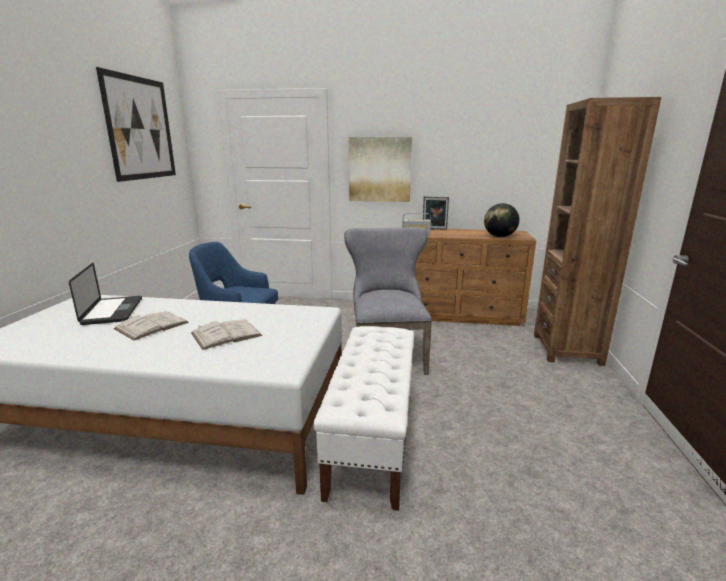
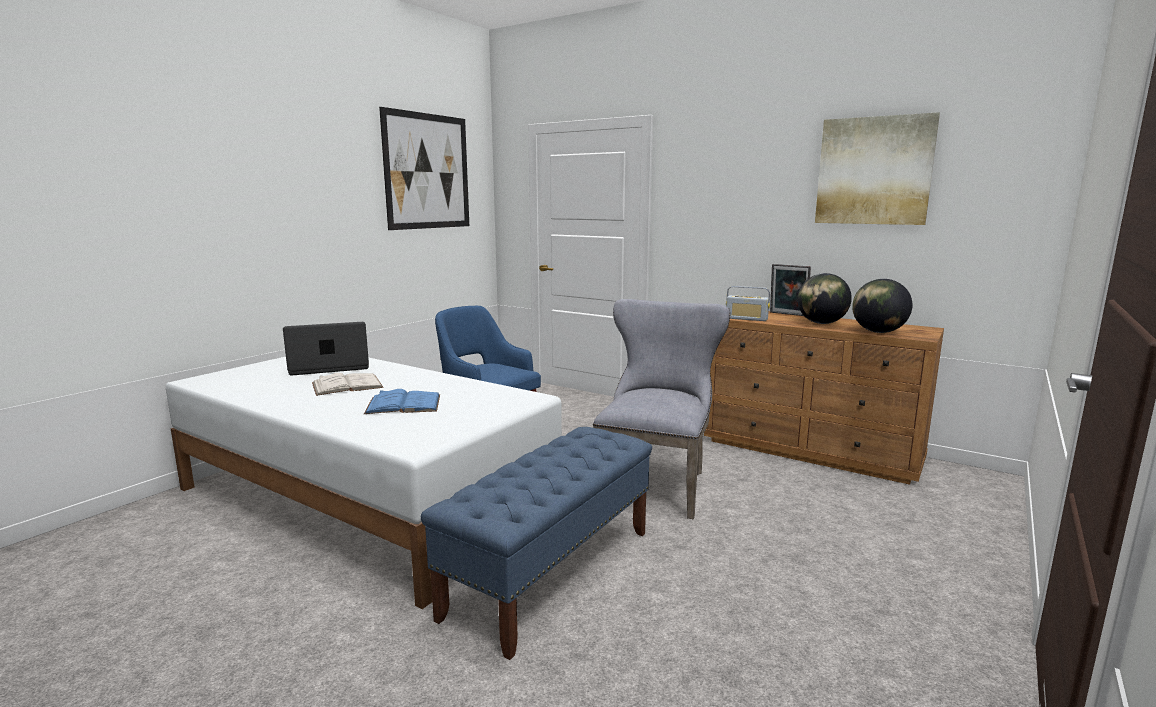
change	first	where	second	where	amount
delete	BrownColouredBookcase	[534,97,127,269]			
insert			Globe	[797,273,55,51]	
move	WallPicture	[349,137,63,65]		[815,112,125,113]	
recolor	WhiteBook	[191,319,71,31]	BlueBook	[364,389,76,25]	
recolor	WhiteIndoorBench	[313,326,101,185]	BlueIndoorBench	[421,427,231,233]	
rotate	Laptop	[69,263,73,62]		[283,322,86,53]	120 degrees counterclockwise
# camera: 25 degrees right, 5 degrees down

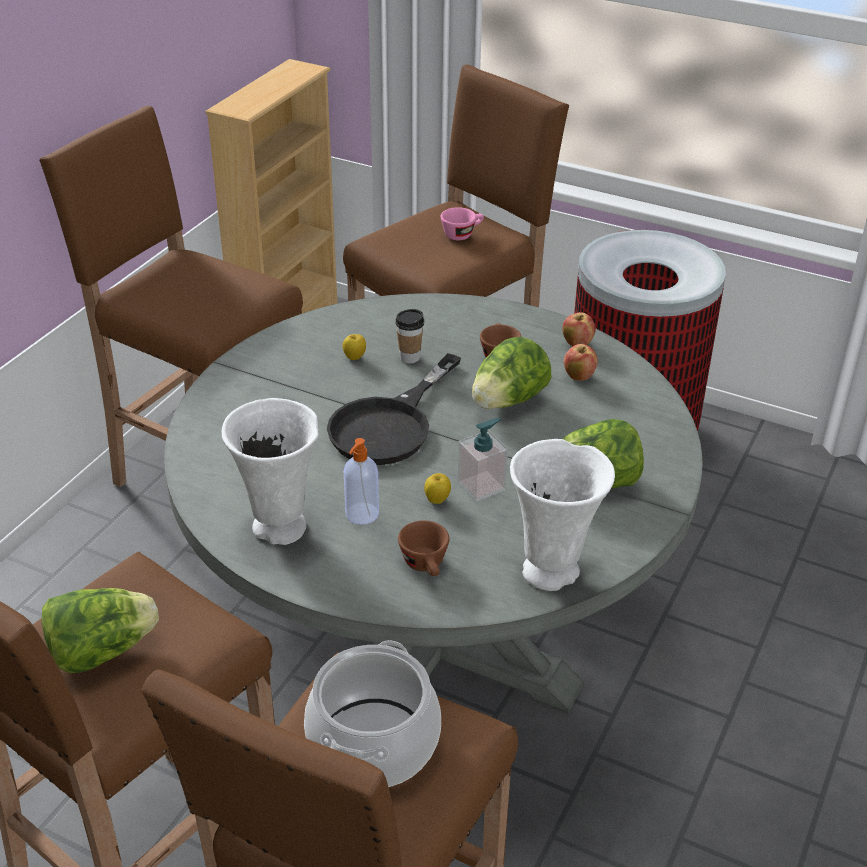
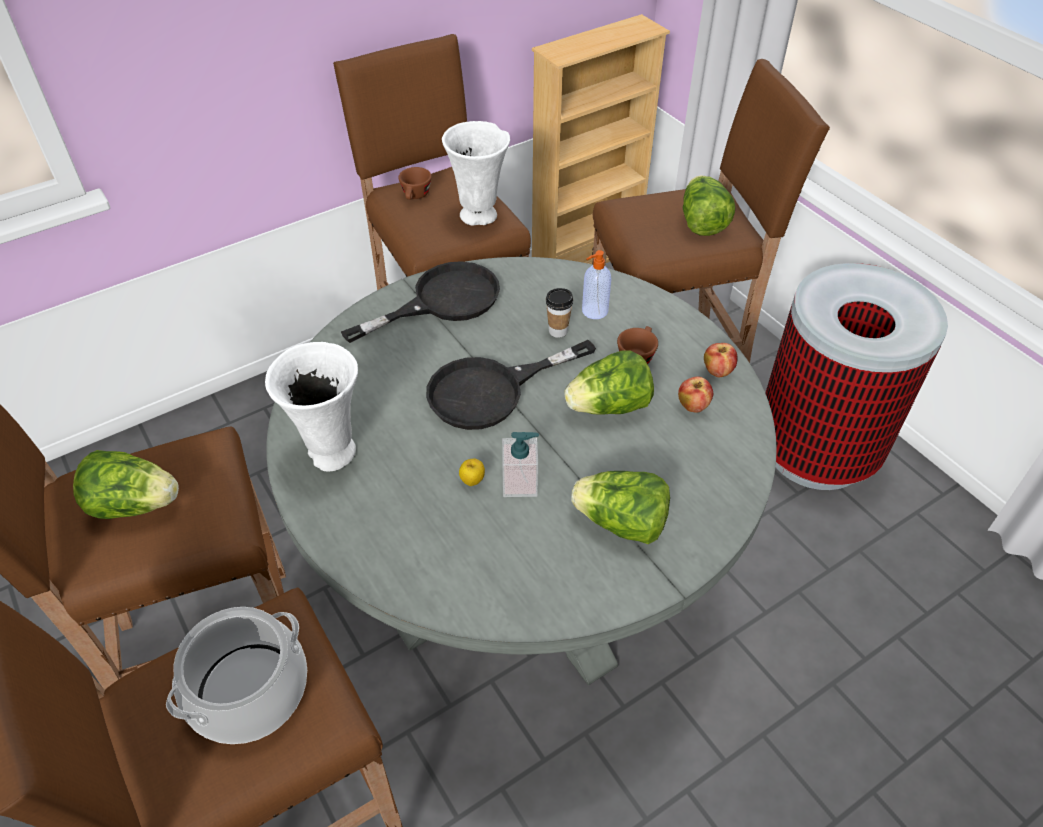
change	first	where	second	where	amount
delete	AppleFruit	[343,334,23,26]			
insert			BlackSkillet	[341,261,159,82]	
move	SoapBottle	[344,438,35,86]		[582,250,29,69]	
move	BrownColouredCup	[398,520,51,56]		[398,167,34,33]	
move	WhiteDecorativeVase	[510,439,105,152]		[442,121,68,104]	
replace	PinkishCup	[441,207,43,33]	HeadOfLettuce	[683,175,52,61]	
# camera: 30 degrees right, 10 degrees up

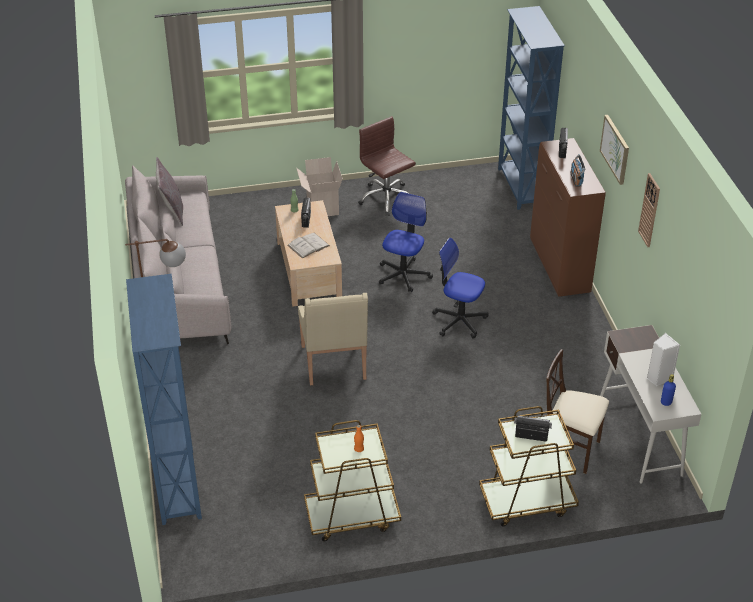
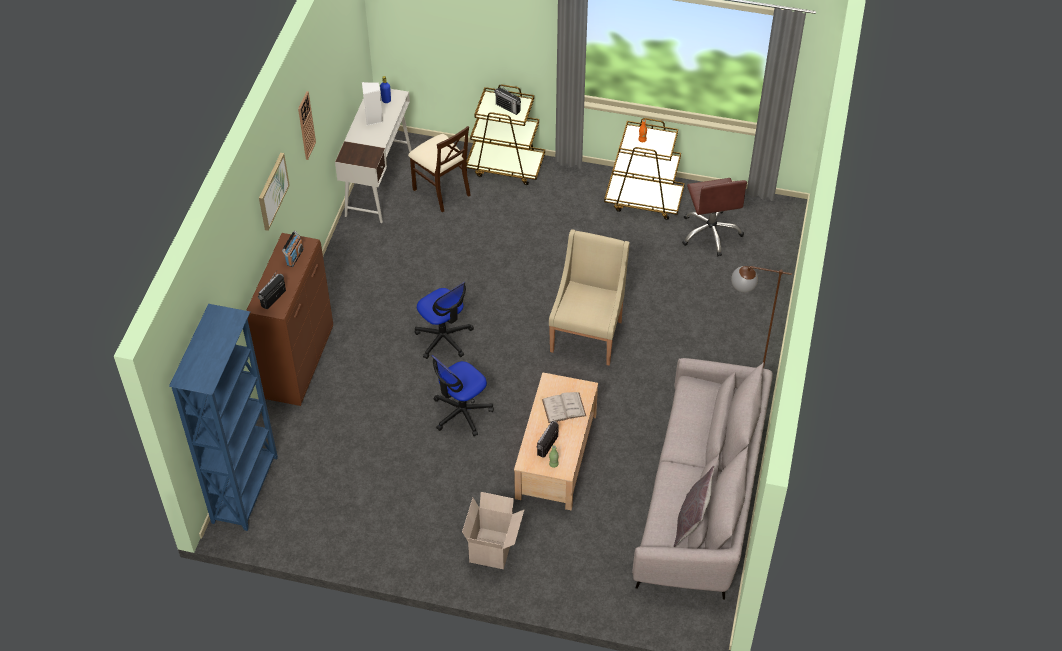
change	first	where	second	where	amount
delete	BlueBookcase	[126,274,76,251]			
move	BrownColouredDeskChair	[358,116,58,100]		[682,178,65,78]	
# camera: 155 degrees left, 10 degrees up

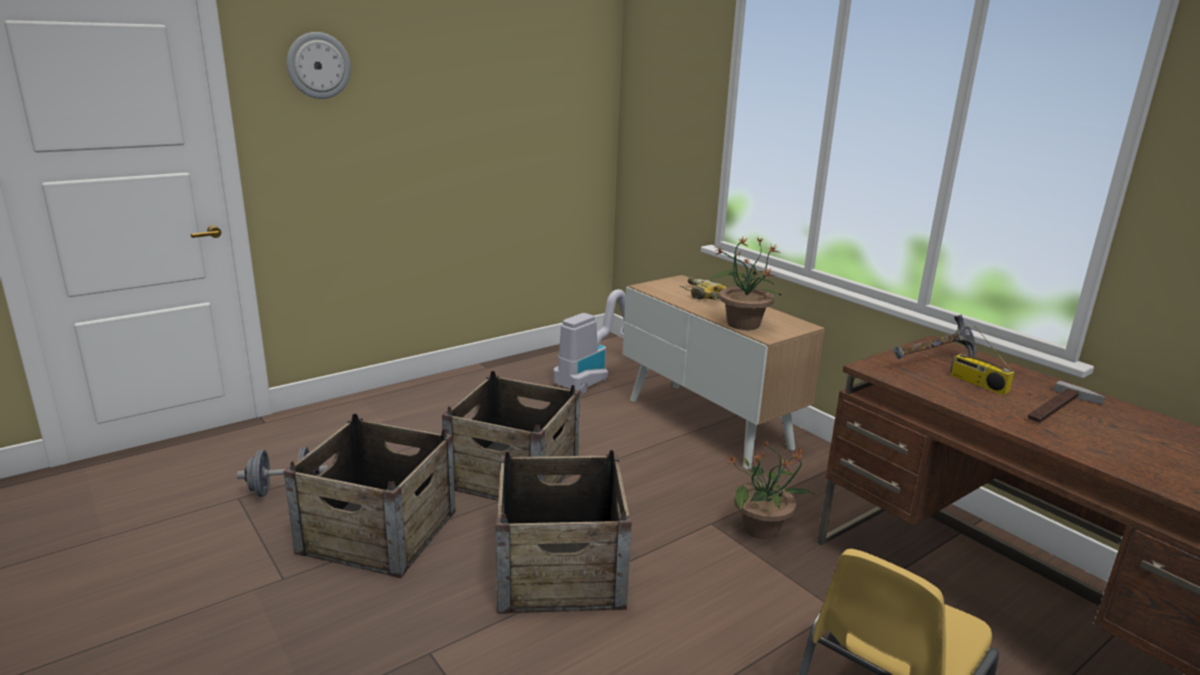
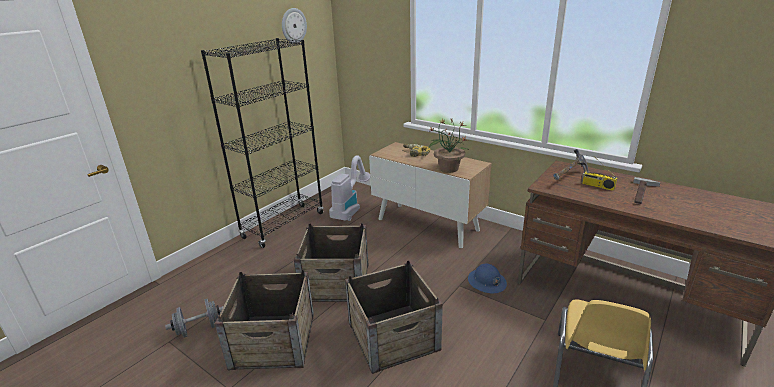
change	first	where	second	where	amount
insert			BlackBookcase	[201,38,123,210]	
move	ClockOnTheWall	[287,32,64,67]		[282,8,25,35]	
replace	PottedPlant	[727,442,89,98]	BlueHardHat	[468,263,39,30]	
# camera: 15 degrees left, 5 degrees up

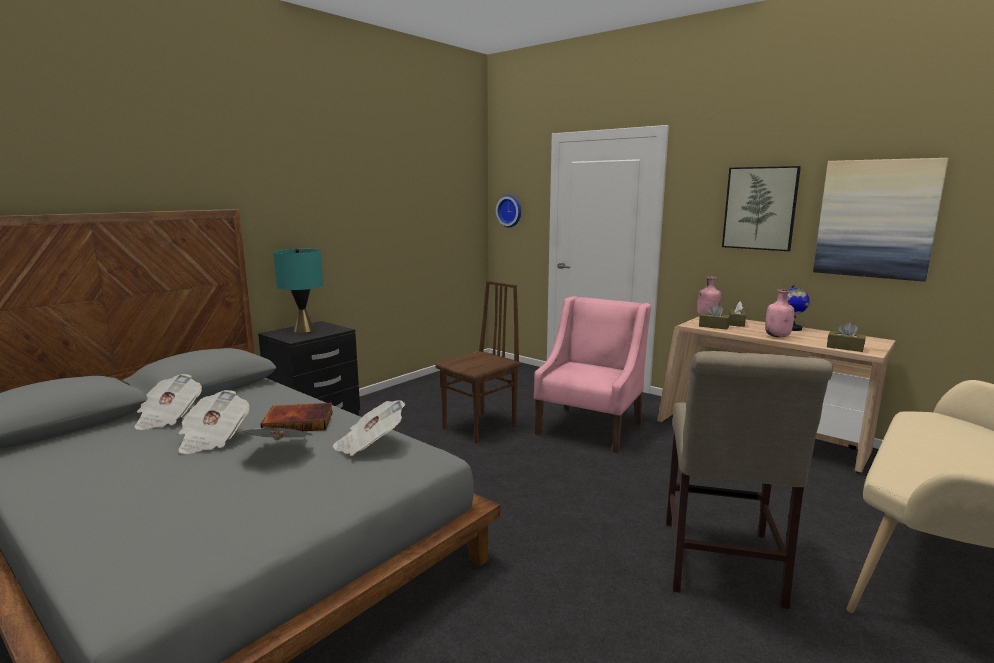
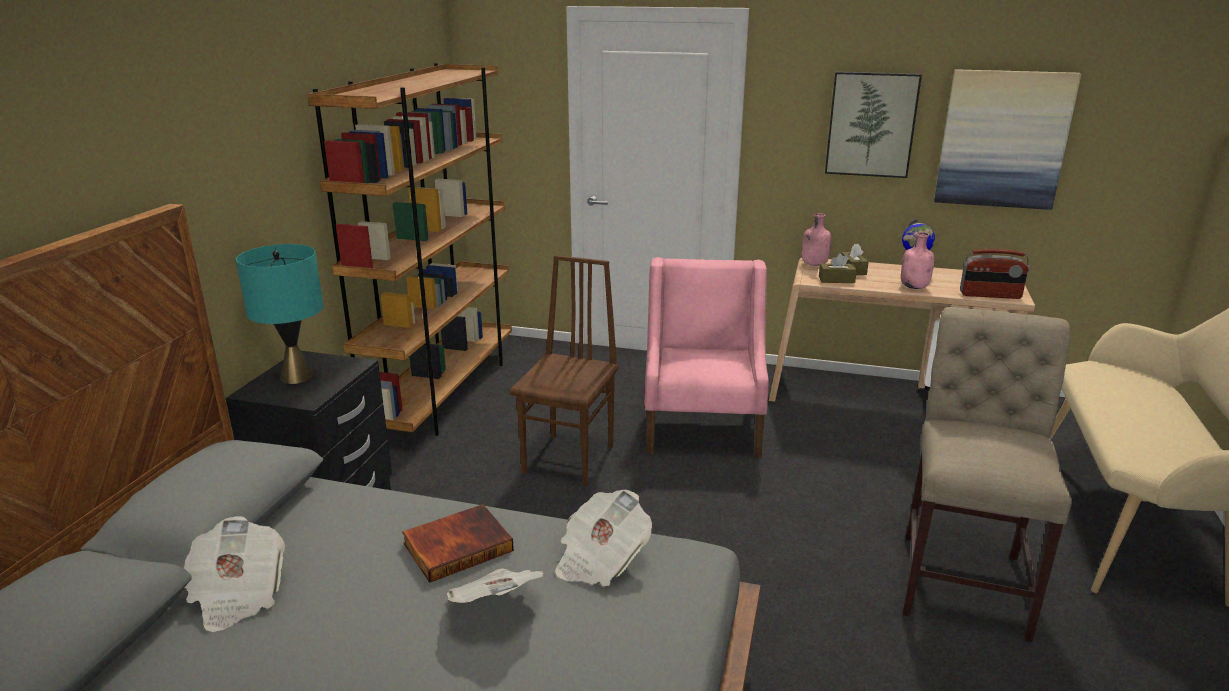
change	first	where	second	where	amount
delete	DailyPaper	[178,390,72,64]			
delete	ClockOnTheWall	[496,195,25,33]			
insert			BrownColouredBookcase	[307,63,205,373]	
replace	BrownColouredBoxOfTissues	[827,322,39,30]	RadioSet	[960,249,70,50]	
rotate	BeigeColouredPlainChair	[666,351,167,258]		[903,307,169,335]	150 degrees counterclockwise
# camera: 25 degrees left, 10 degrees up

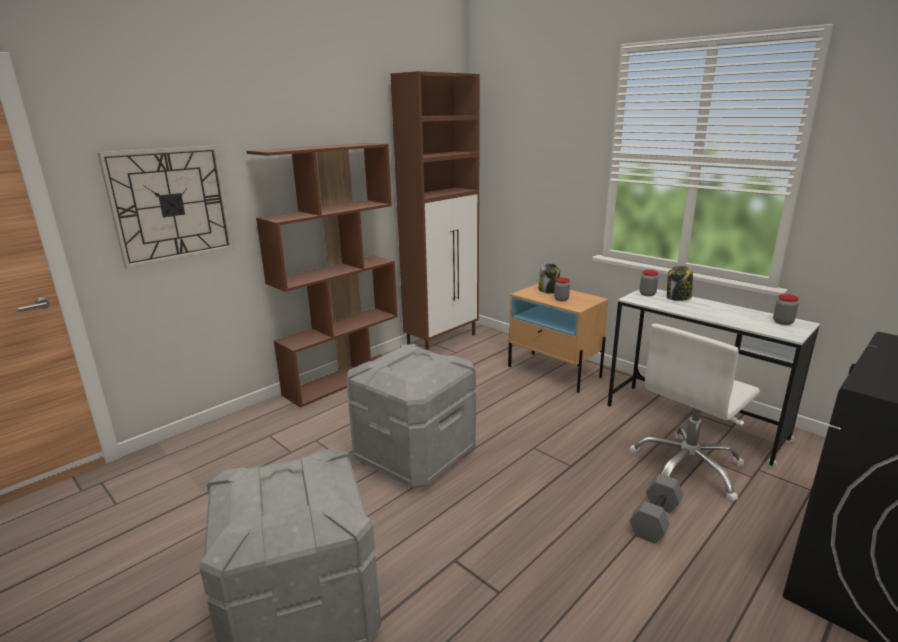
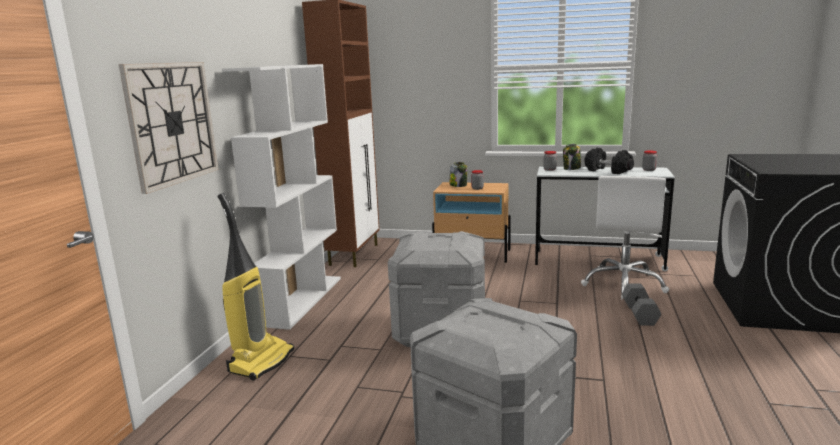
change	first	where	second	where	amount
insert			Vacuum	[218,193,76,188]	
insert			BlackDumbbell	[584,148,50,26]	
recolor	BrownColouredBookcase	[246,143,152,265]	WhiteBookcase	[222,64,119,266]	
# camera: 30 degrees left, 5 degrees down

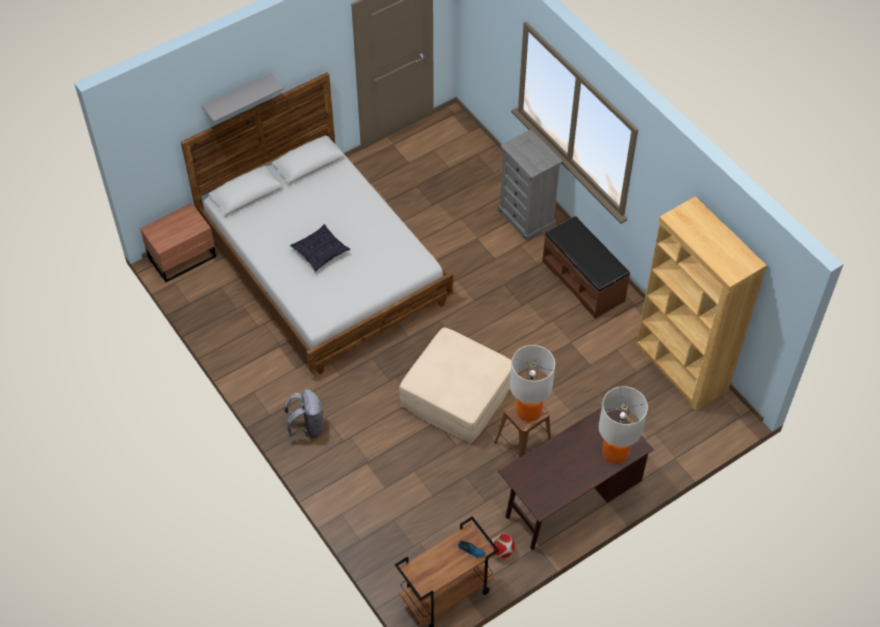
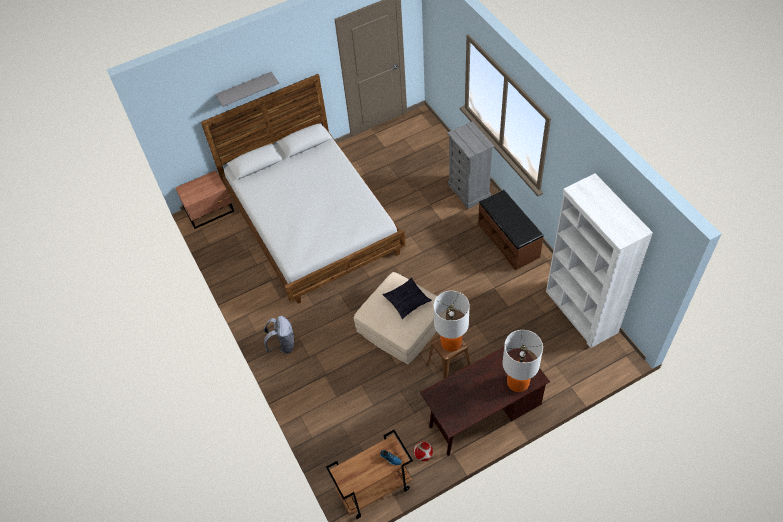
change	first	where	second	where	amount
move	Cushion	[290,224,60,48]		[383,278,49,41]	
recolor	BrownColouredBookcase	[636,196,131,215]	WhiteBookcase	[546,174,107,174]	
# camera: 10 degrees right, 0 degrees up

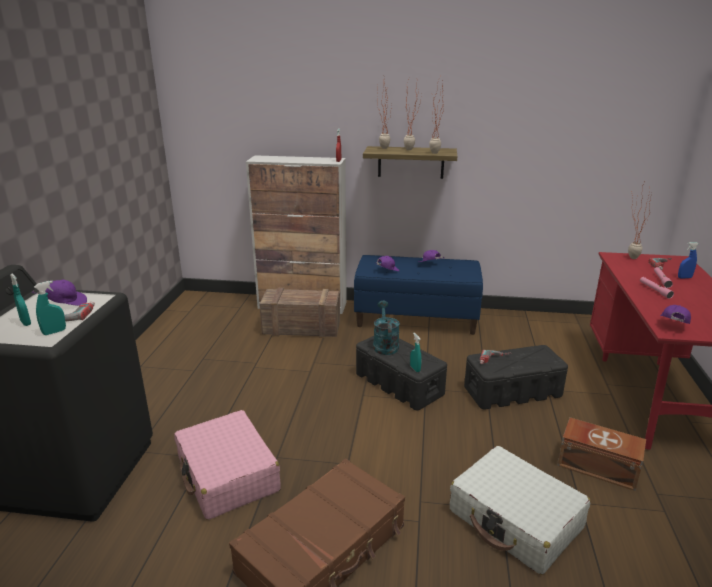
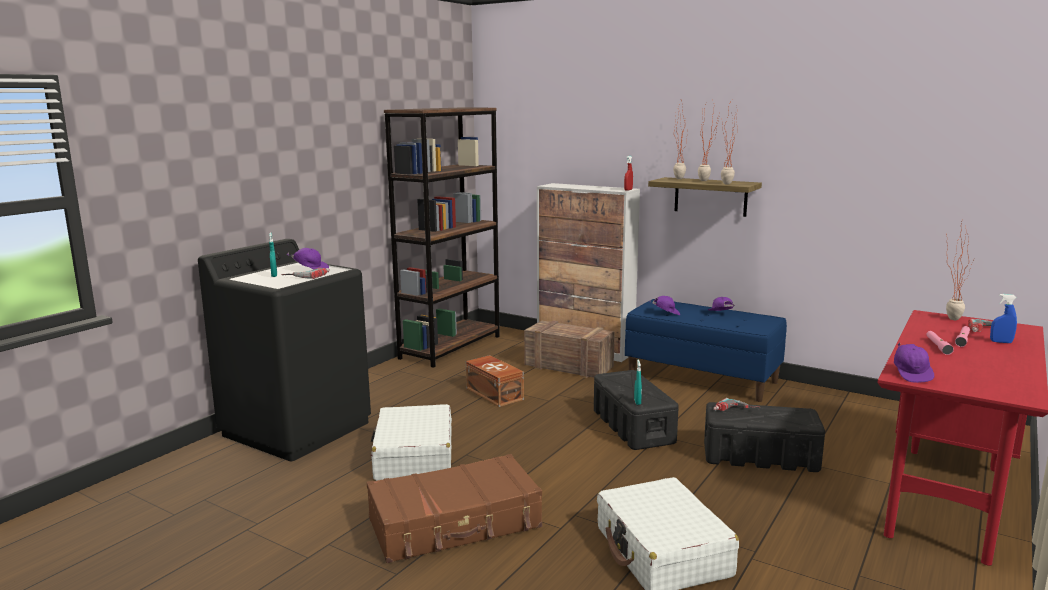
change	first	where	second	where	amount
delete	TurquoiseHandSprayer	[34,281,32,54]			
delete	TurquoiseWateringPot	[373,301,27,54]			
insert			BrownColouredBookcase	[384,108,116,260]	
move	BrownColouredStorageContainer	[557,417,89,74]		[466,355,58,52]	
recolor	PinkishSuitcase	[174,410,107,110]	WhiteSuitcase	[371,404,81,77]	
rotate	PurplePeakedCap	[660,305,31,19]		[894,343,40,40]	135 degrees clockwise
# camera: 25 degrees right, 10 degrees down

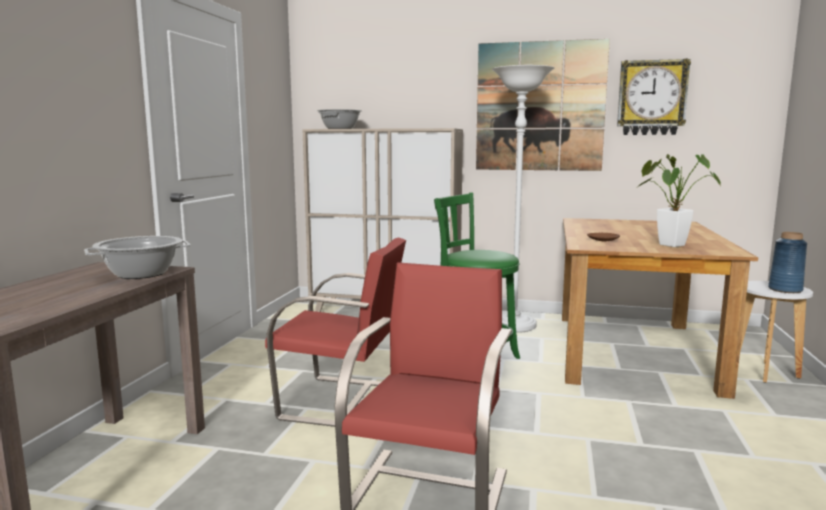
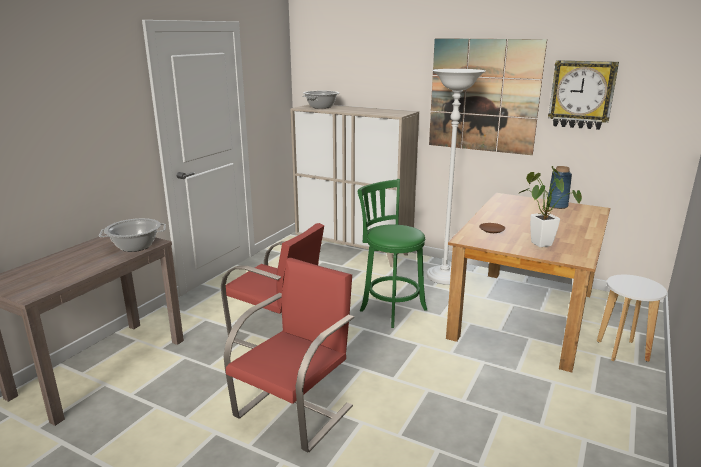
change	first	where	second	where	amount
move	BlueDecorativeVase	[768,232,39,61]		[548,166,24,43]	
# camera: 15 degrees right, 10 degrees up

